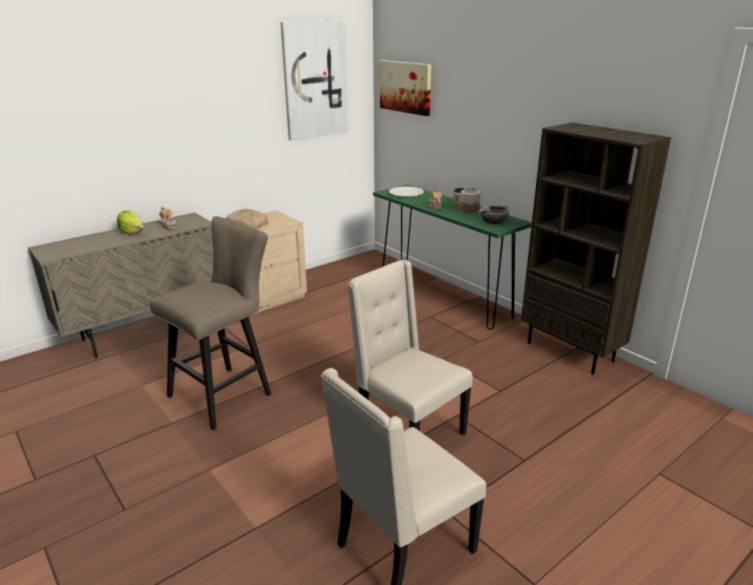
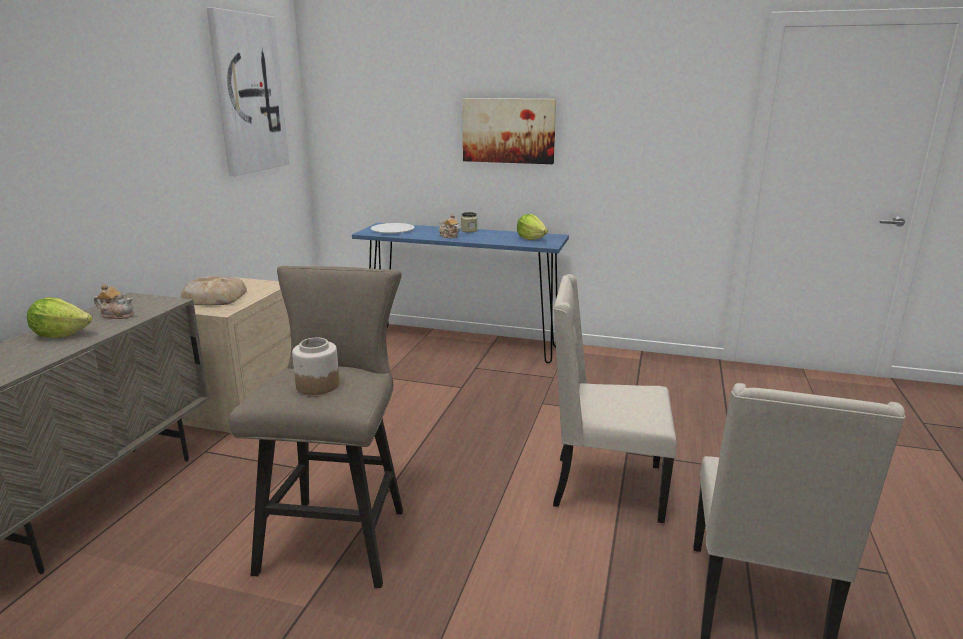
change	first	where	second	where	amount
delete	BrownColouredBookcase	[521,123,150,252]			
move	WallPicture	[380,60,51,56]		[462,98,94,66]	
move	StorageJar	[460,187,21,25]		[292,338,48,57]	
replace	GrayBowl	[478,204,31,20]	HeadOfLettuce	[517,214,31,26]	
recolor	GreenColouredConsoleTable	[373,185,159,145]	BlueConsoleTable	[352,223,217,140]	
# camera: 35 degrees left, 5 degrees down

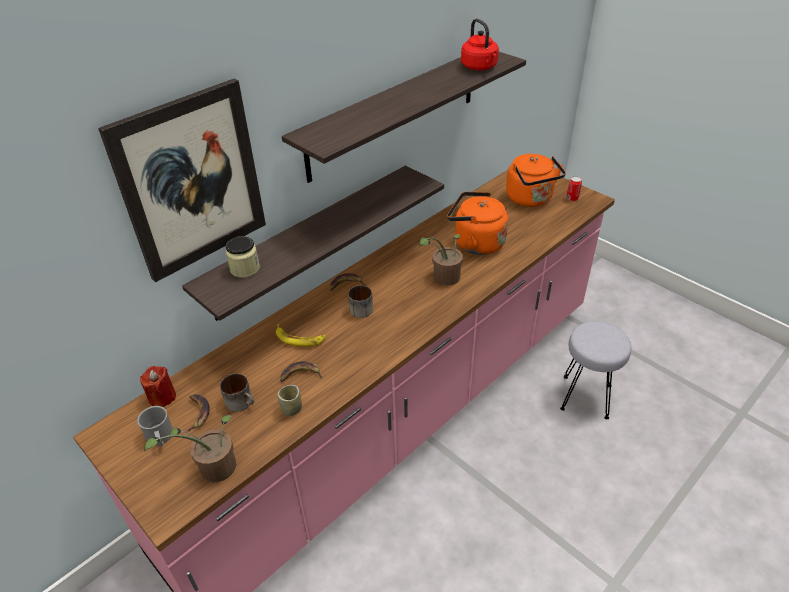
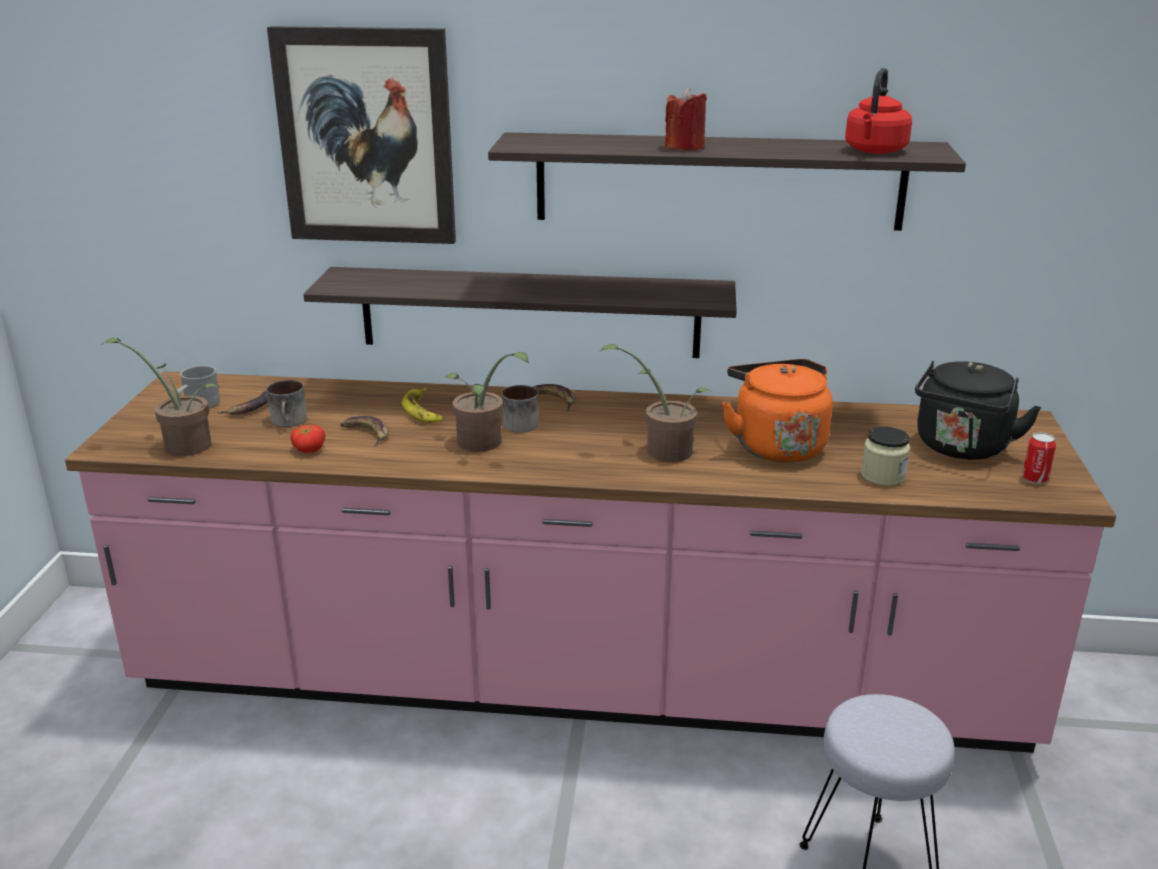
change	first	where	second	where	amount
insert			PottedPlant	[445,352,84,100]	
move	ReddishCandle	[140,366,36,41]		[665,87,42,64]	
move	StorageJar	[226,236,34,42]		[861,426,50,60]	
replace	Cup	[277,385,25,31]	Tomato	[291,425,34,28]	
recolor	OrangeyWaterKettle	[506,154,60,53]	BlackWaterKettle	[915,361,127,99]	
# camera: 50 degrees right, 15 degrees down

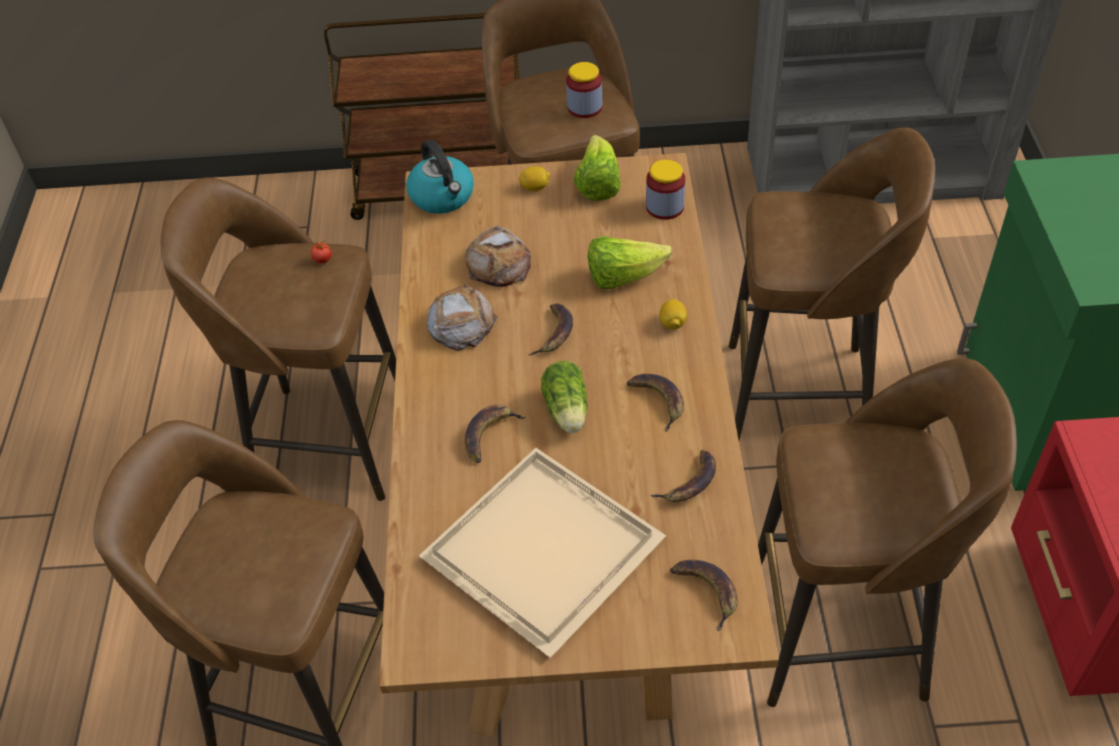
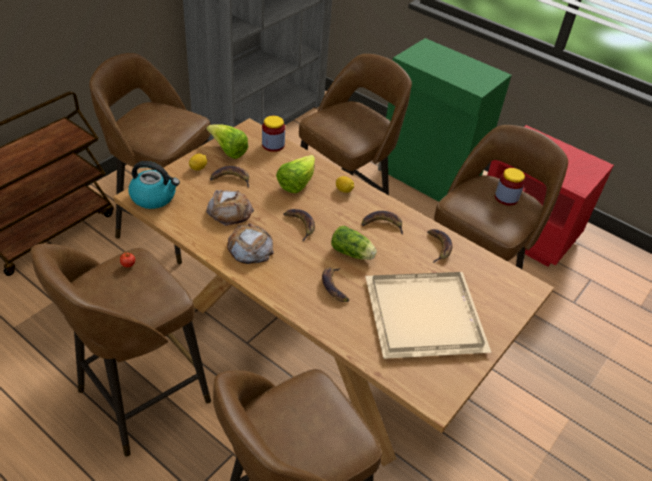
change	first	where	second	where	amount
move	StorageJar	[566,62,36,56]		[495,168,30,38]	
move	WholeBanana	[670,560,68,72]		[210,166,39,22]	
# camera: 55 degrees left, 5 degrees down

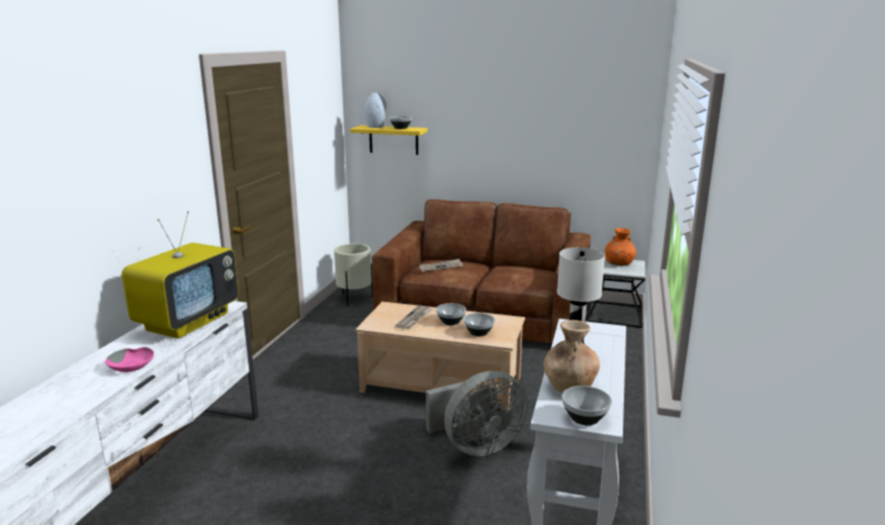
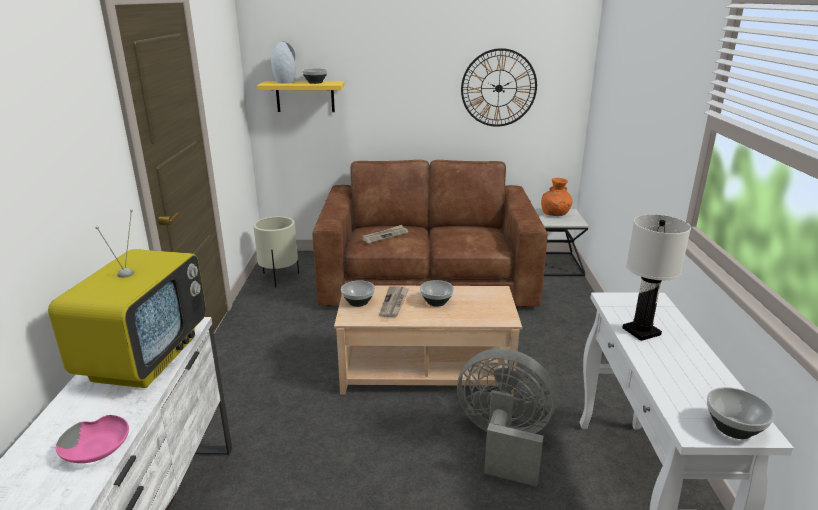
change	first	where	second	where	amount
delete	BrownColouredDecorativeVase	[544,320,56,73]			
insert			ClockOnTheWall	[461,48,76,79]	
move	Bowl	[464,313,31,23]		[341,280,34,27]	
rotate	GrayFan	[426,371,102,85]		[457,348,99,139]	120 degrees counterclockwise
# camera: 15 degrees left, 5 degrees up

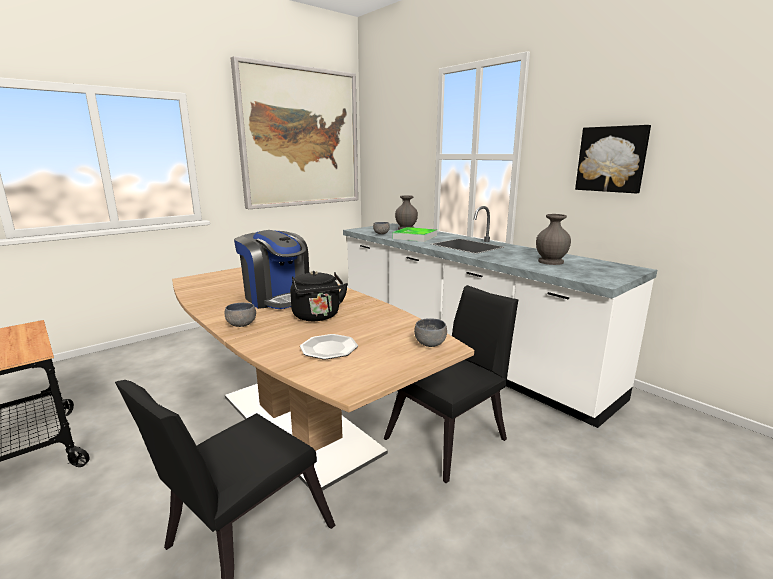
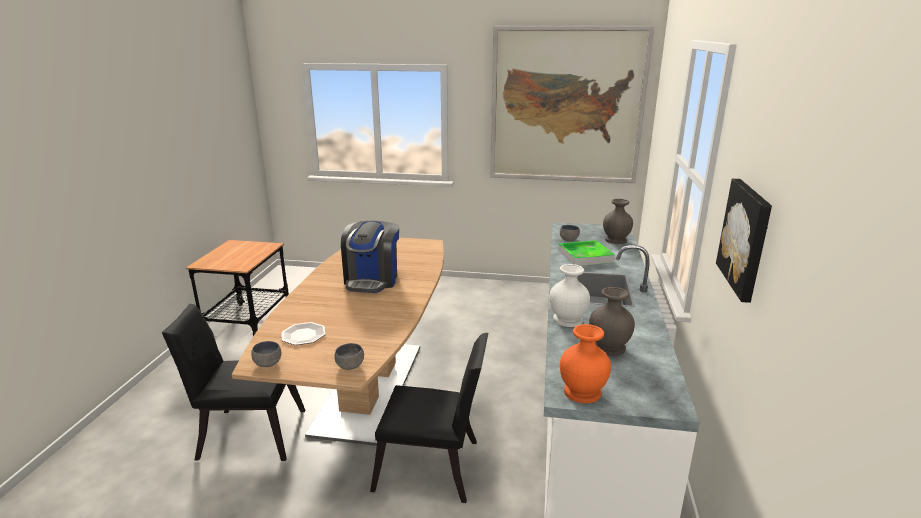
change	first	where	second	where	amount
delete	BlackWaterKettle	[290,271,58,50]			
insert			WhiteDecorativeVase	[549,264,41,63]	
insert			OrangeyDecorativeVase	[560,324,51,79]	
move	GrayBowl	[225,303,31,24]		[251,341,31,26]	
# camera: 50 degrees right, 5 degrees up

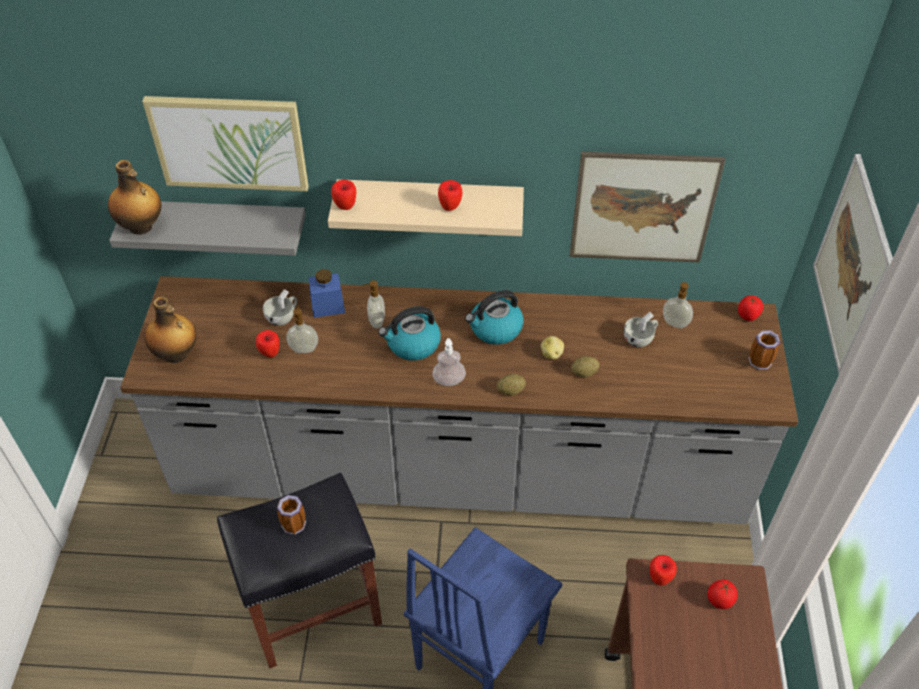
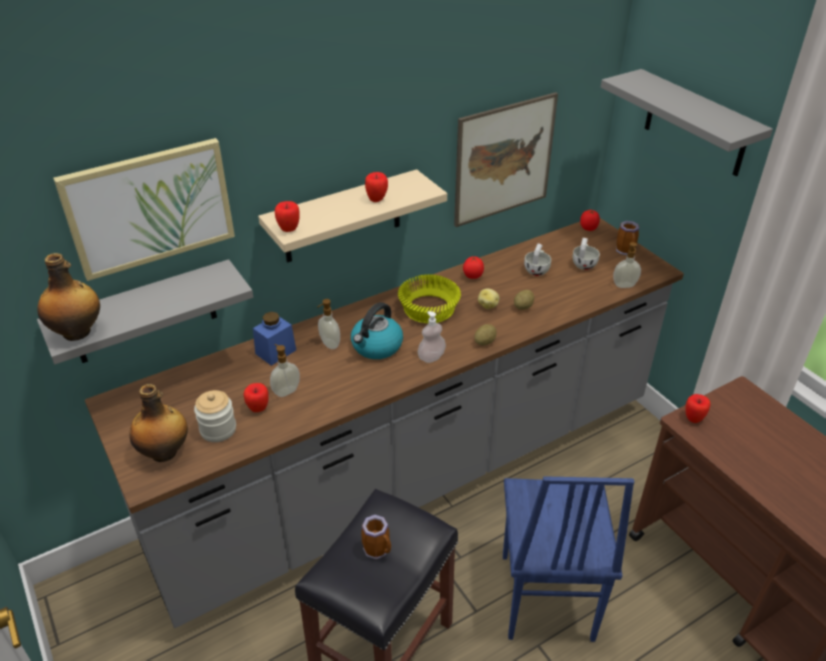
change	first	where	second	where	amount
insert			StorageJar	[194,390,42,52]	
move	WhiteCup	[263,289,34,37]		[572,238,28,32]	
move	SoapBottle	[663,282,30,46]		[613,242,28,46]	
move	Tomato	[707,579,31,30]		[463,256,21,23]	
replace	WaterKettle	[465,290,59,55]	YellowBowl	[398,274,63,49]	
replace	WallPicture	[813,154,80,220]	GrayWallShelf	[601,69,172,107]	
# camera: 35 degrees left, 10 degrees down

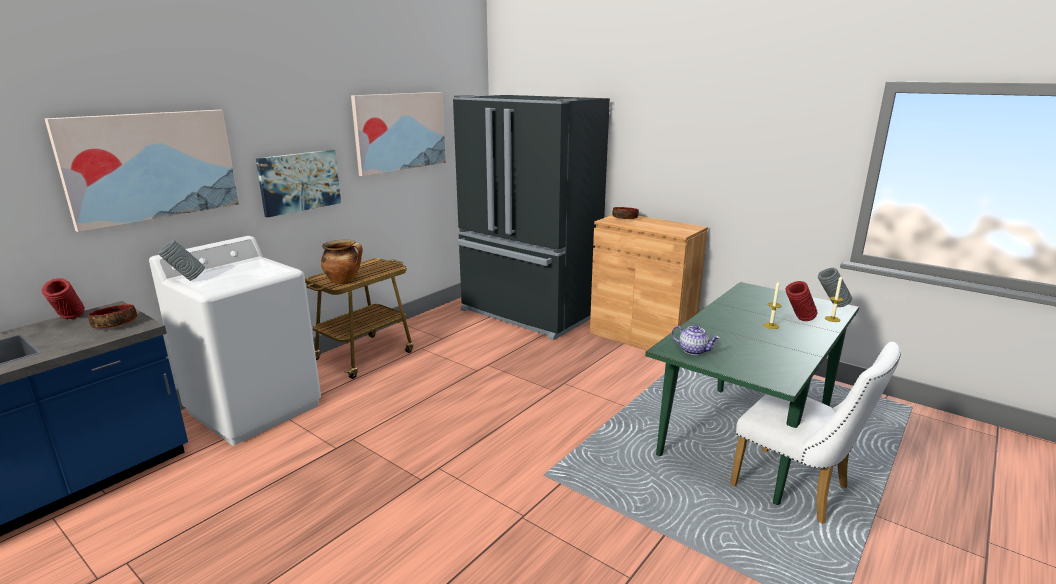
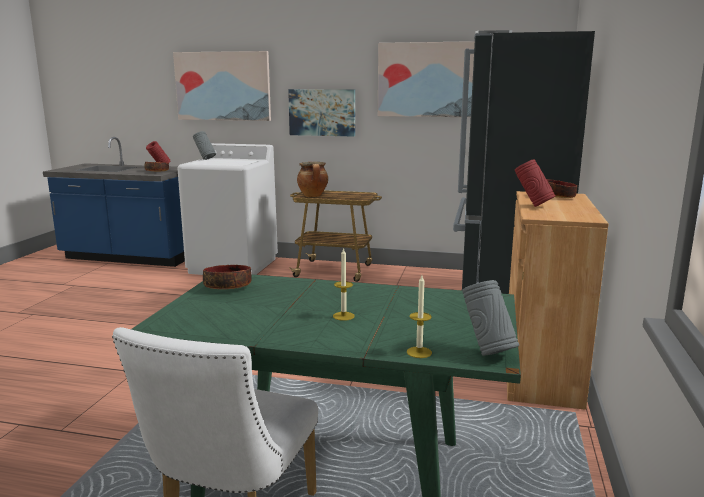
change	first	where	second	where	amount
move	ReddishDecorativeVase	[786,281,31,40]		[515,159,40,48]	
replace	PotForTea	[671,325,49,30]	Bowl	[203,265,49,24]	
# camera: 65 degrees right, 5 degrees down

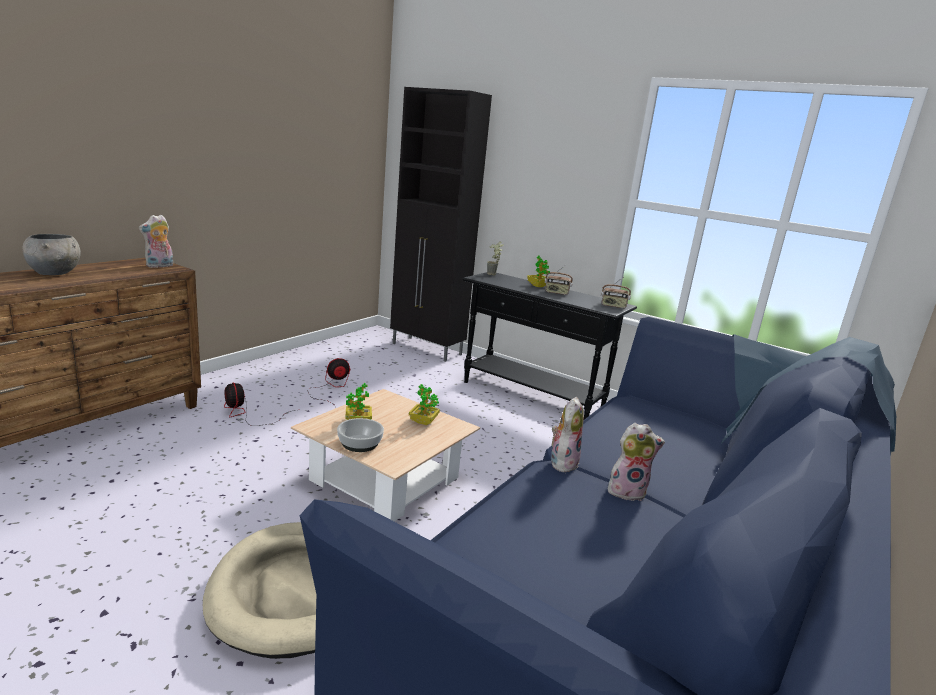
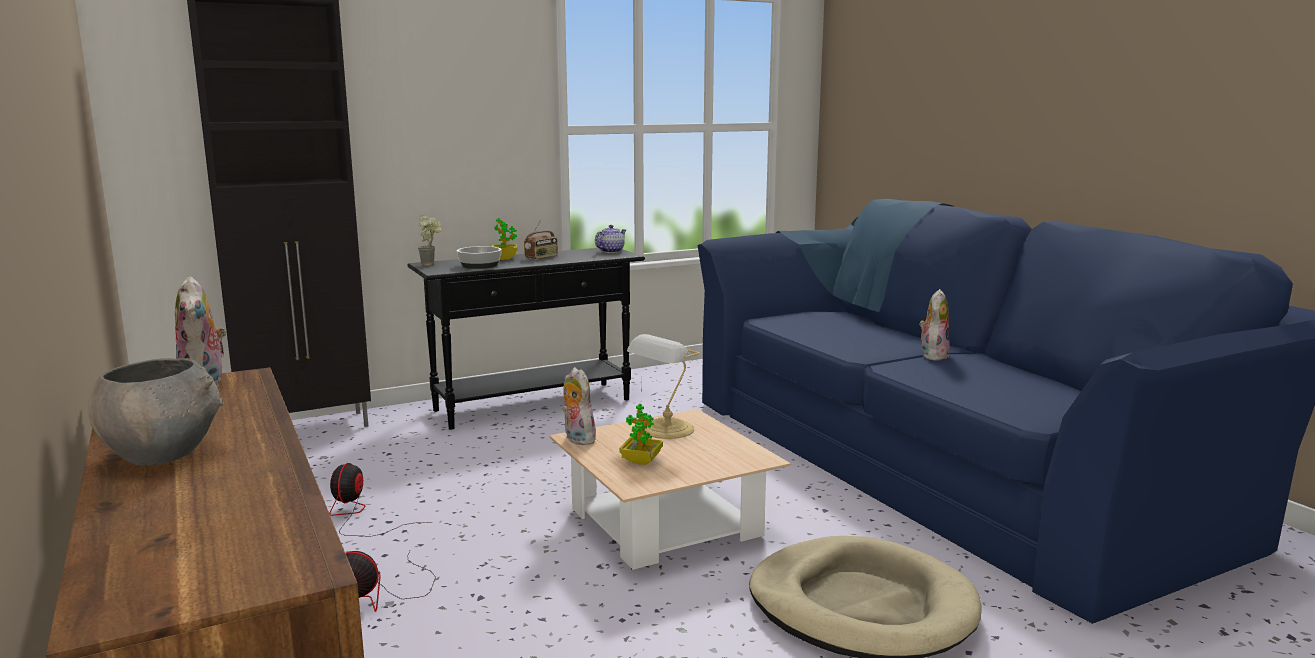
change	first	where	second	where	amount
move	Bowl	[337,418,47,34]		[457,246,45,23]	
move	PlushToy	[551,397,33,75]		[562,367,34,78]	
replace	PottedPlant	[409,384,31,41]	TabletopLamp	[627,334,72,105]	
replace	RadioSet	[601,277,30,31]	PotForTea	[595,225,31,28]	
# camera: 60 degrees left, 5 degrees down

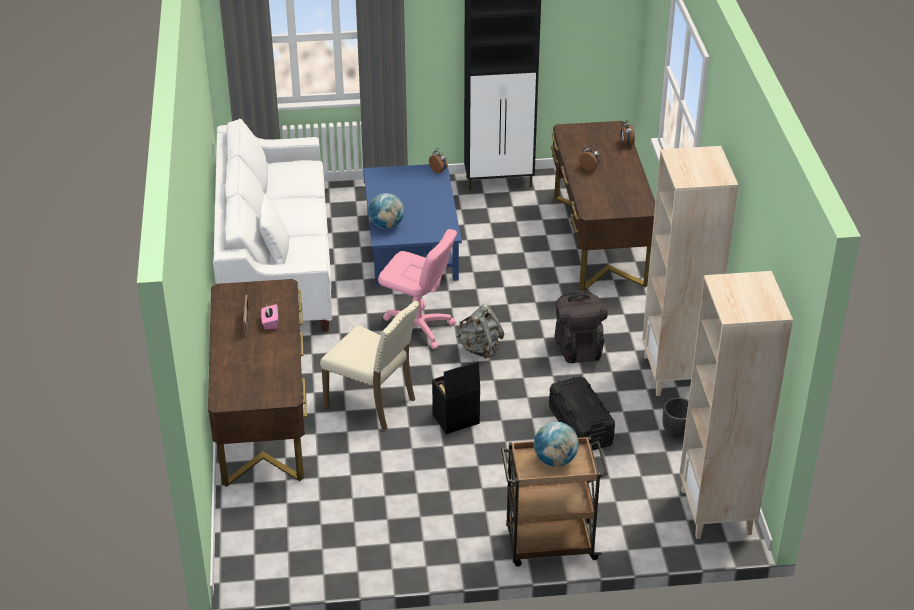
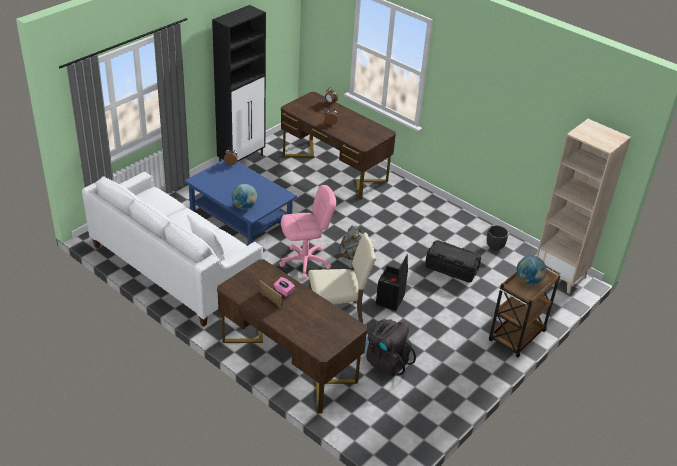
change	first	where	second	where	amount
delete	BeigeColouredBookcase	[642,146,96,250]			
move	BlackBackpack	[555,291,53,72]		[365,319,51,58]	
# camera: 45 degrees left, 0 degrees up

